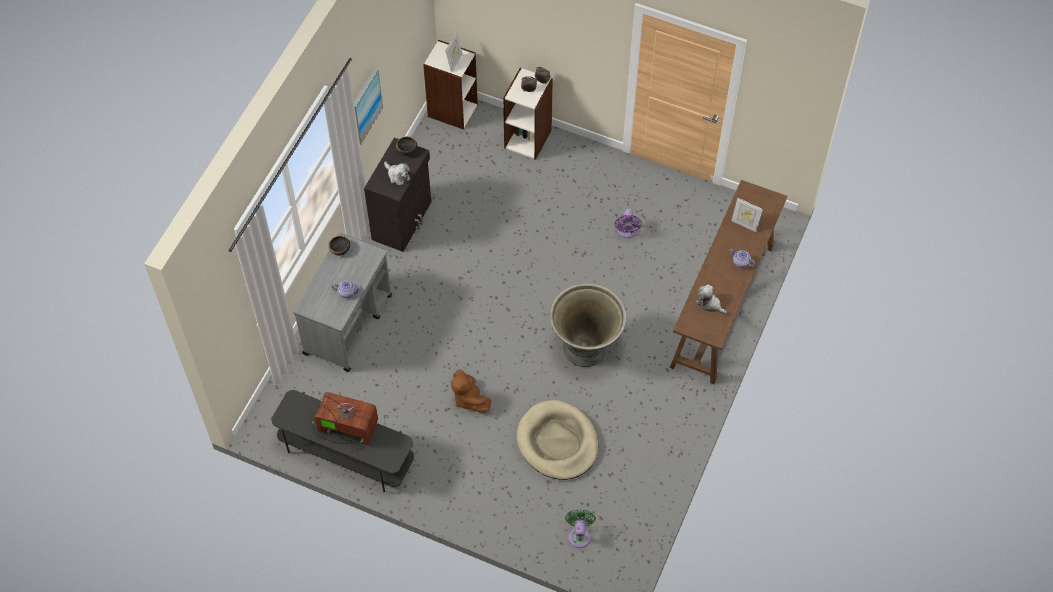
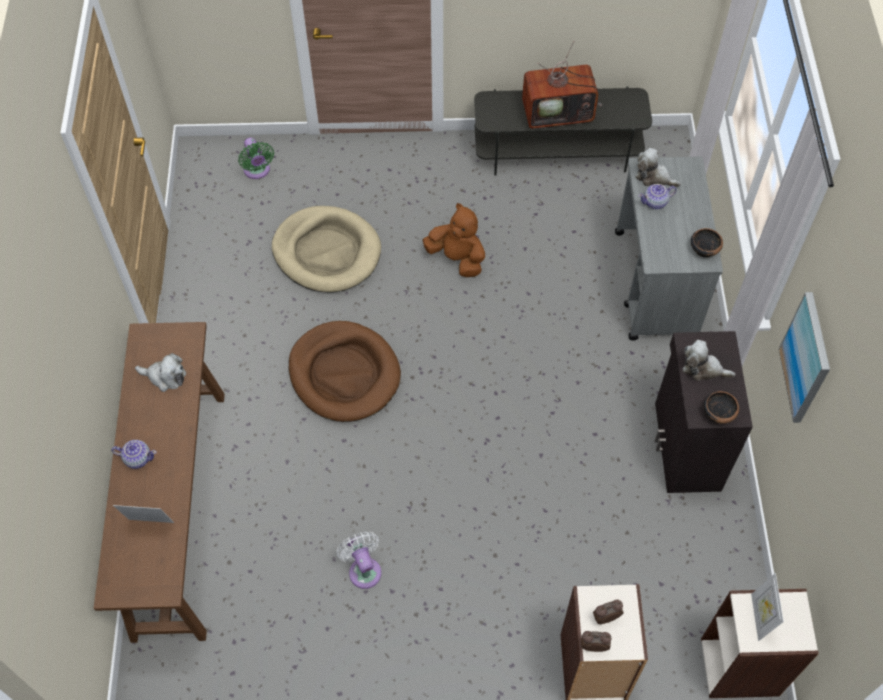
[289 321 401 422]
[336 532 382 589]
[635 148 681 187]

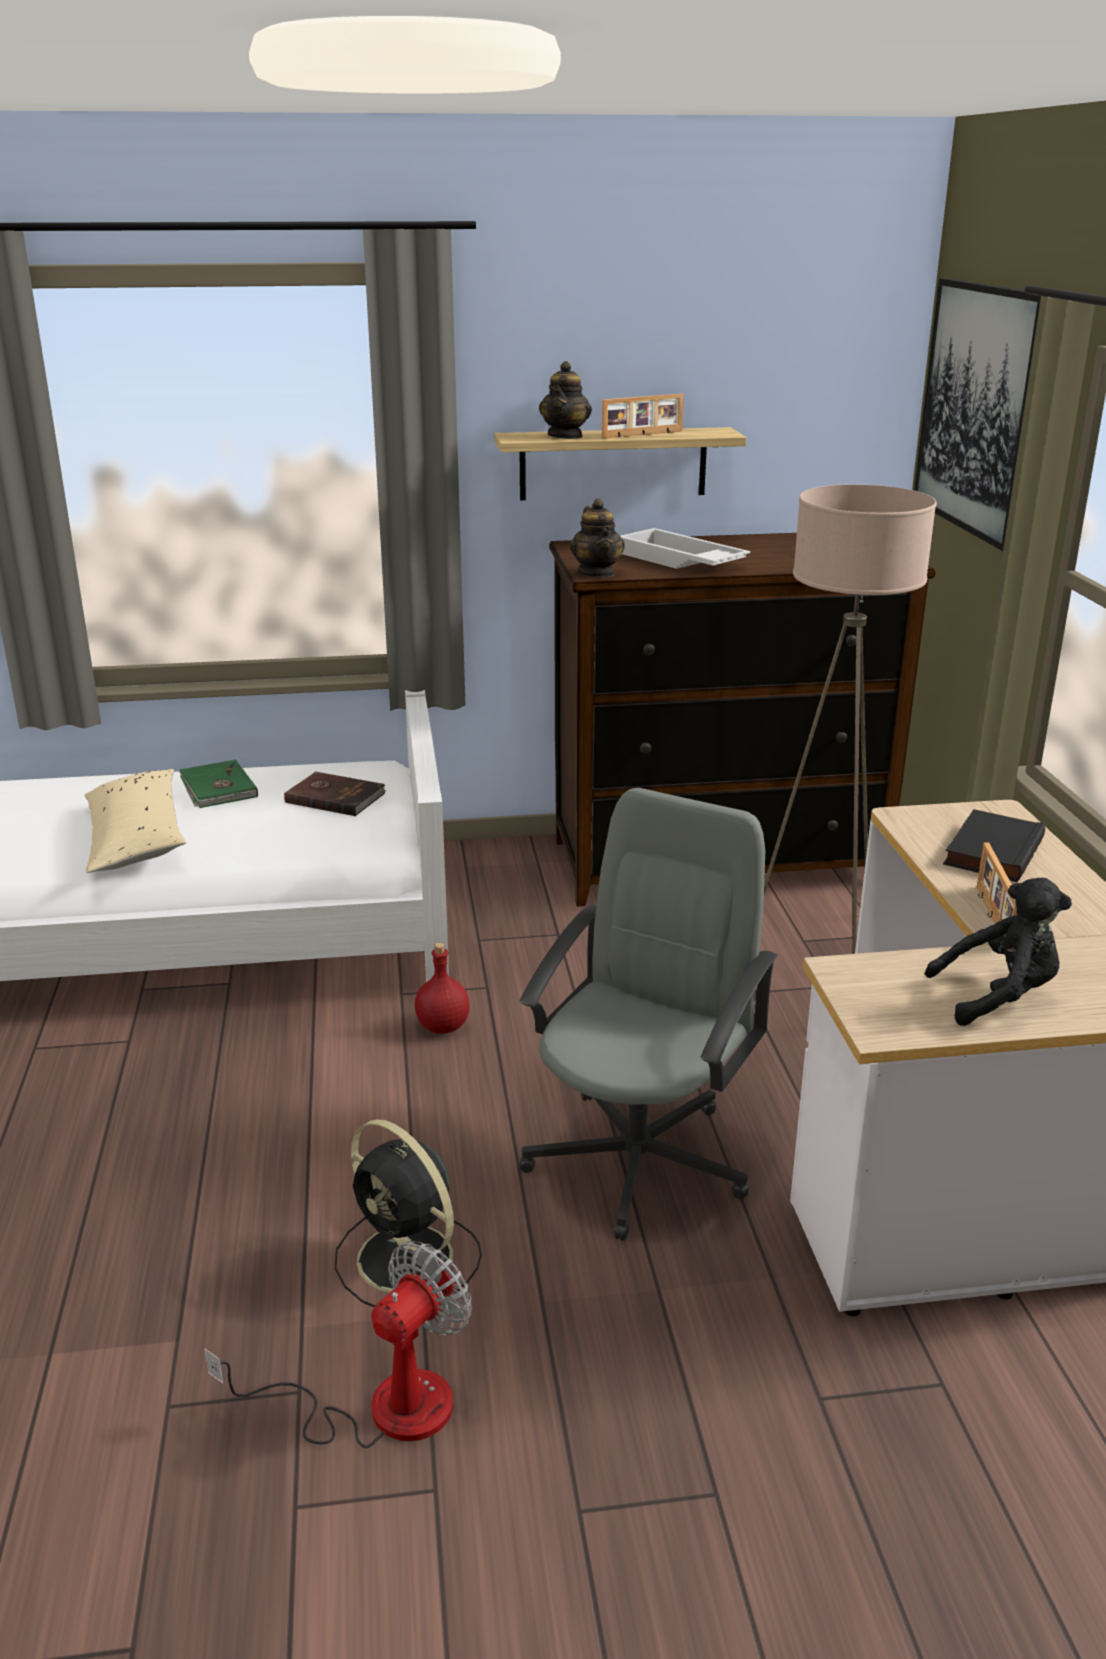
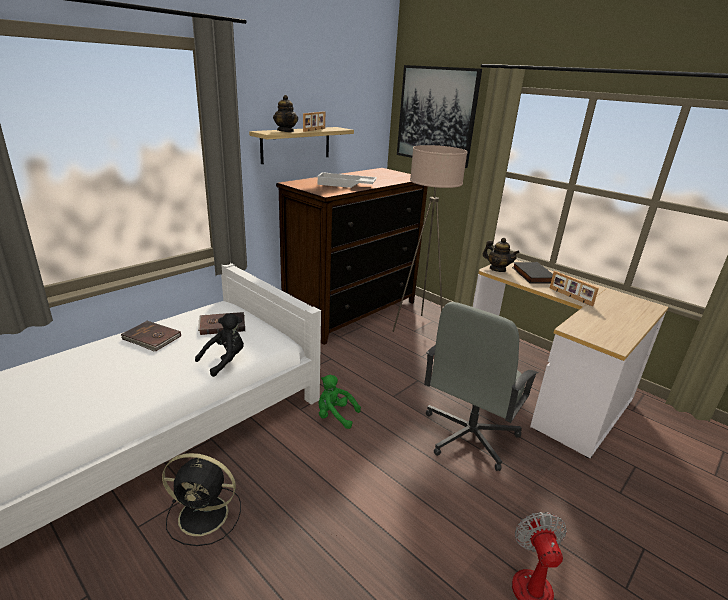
[120 321 181 351]
[162 453 241 546]
[195 313 244 377]
[319 375 361 429]
[424 302 538 471]
[483 238 520 272]
[85 769 186 873] (first image)

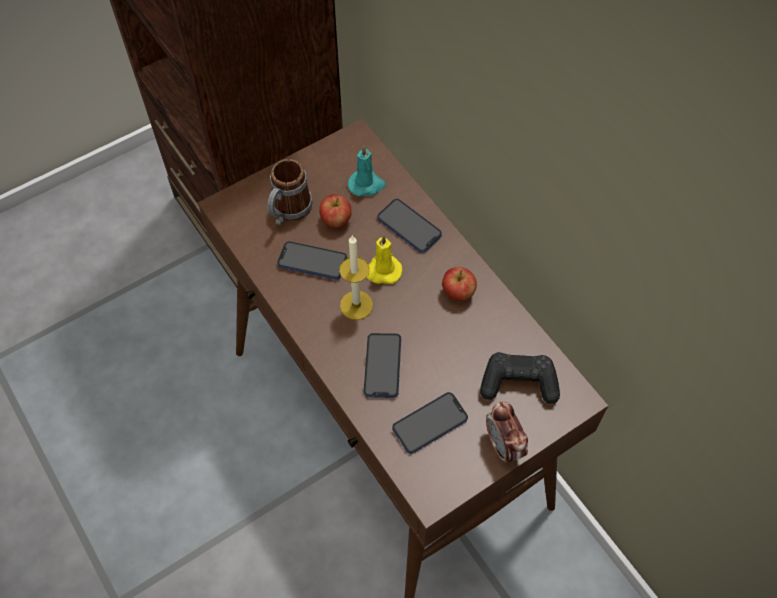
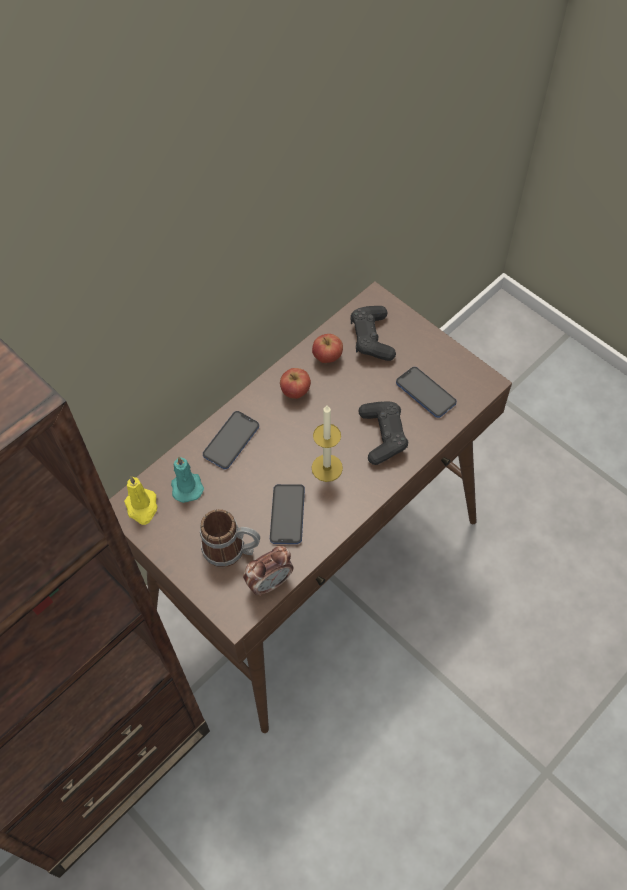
[124 476 157 525]
[243 546 293 596]
[312 334 343 363]
[359 401 408 465]

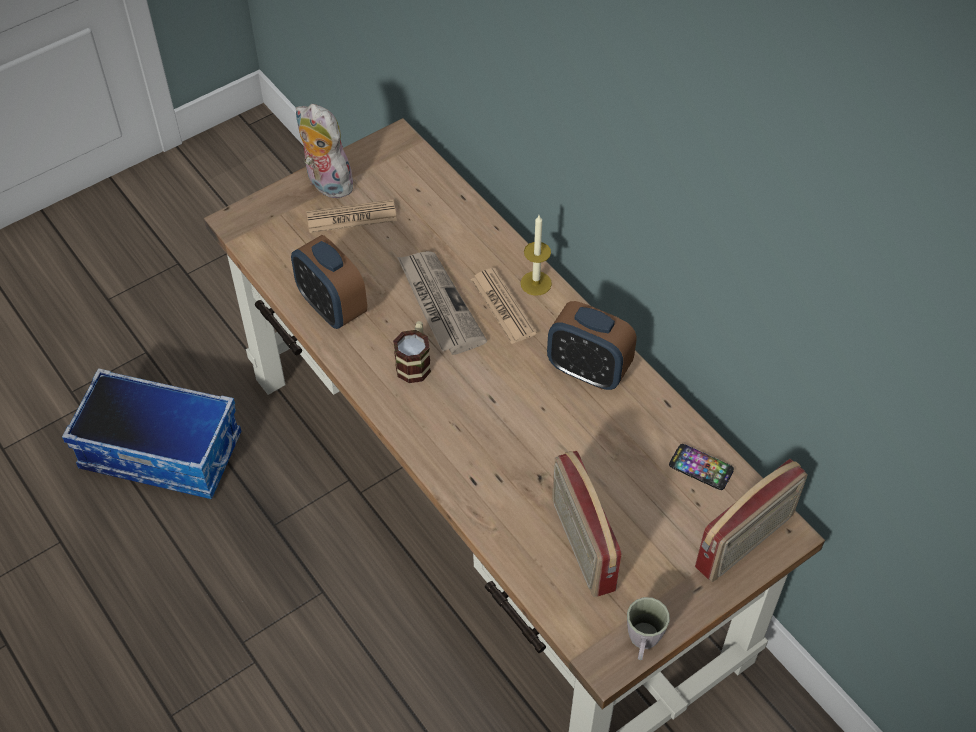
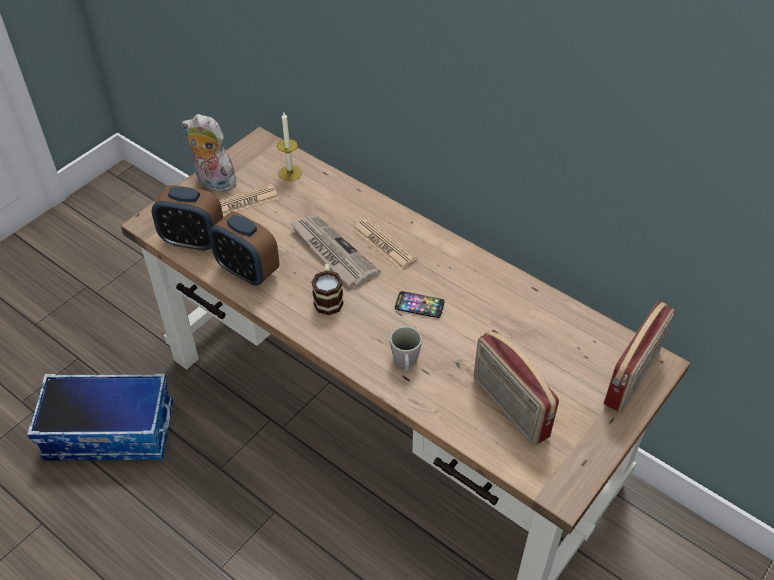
[152 185 223 251]
[277 113 302 181]
[390 326 422 373]
[395 291 444 318]

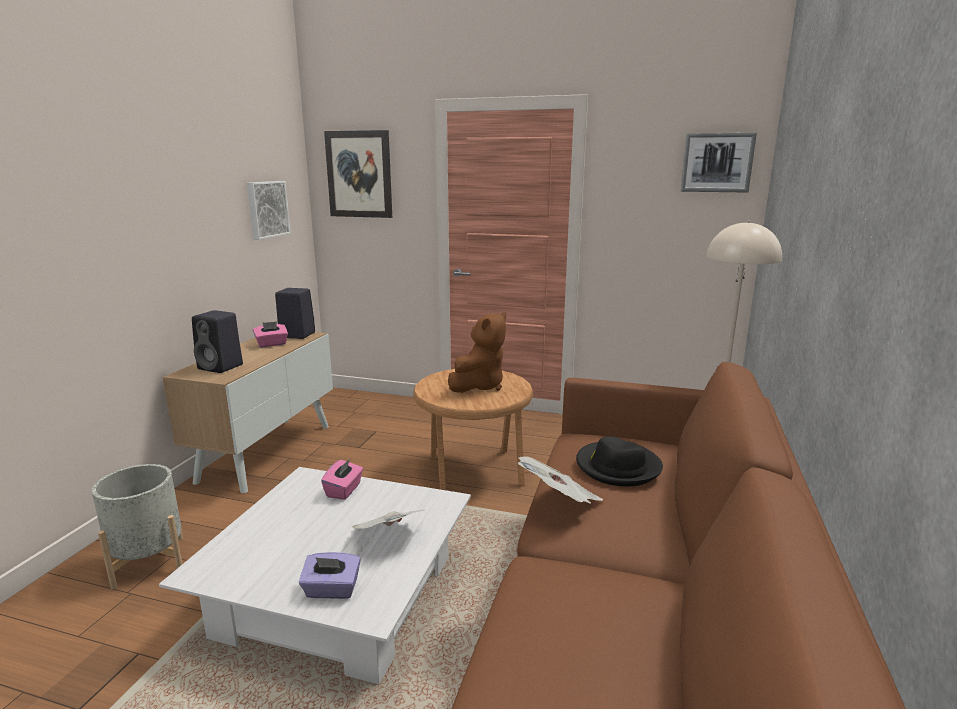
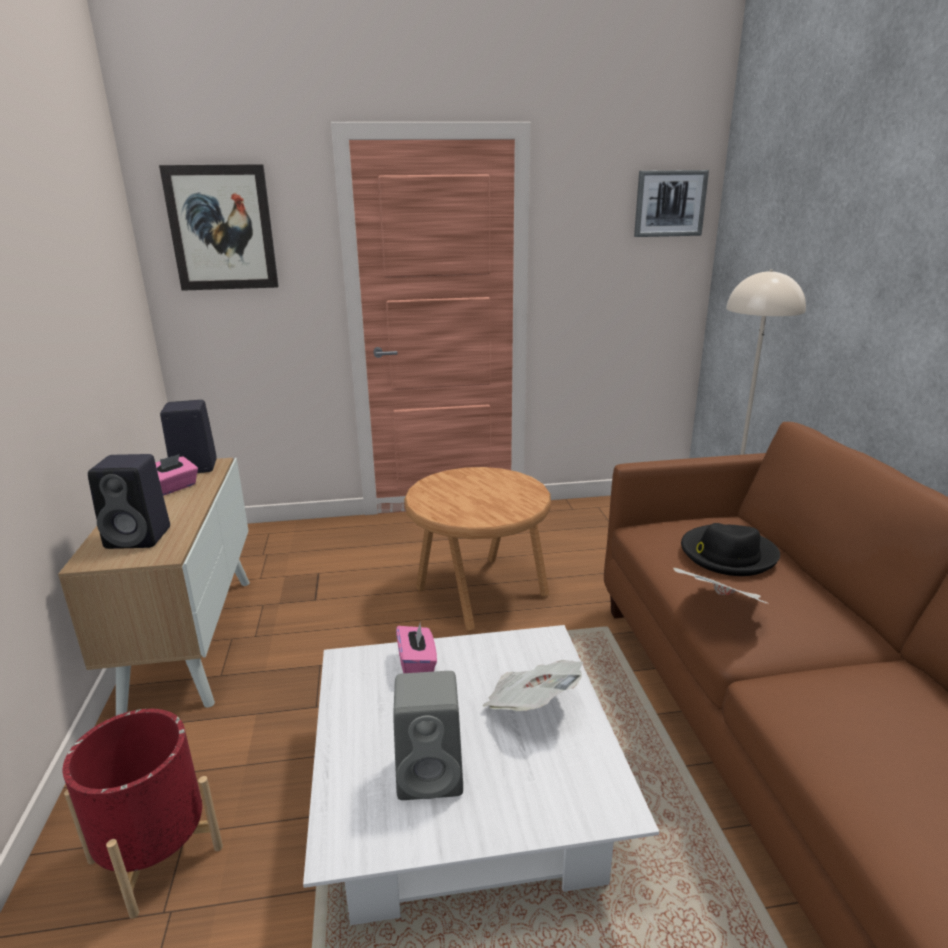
[63 709 223 919]
[393 671 463 800]
[247 181 291 240] (first image)
[299 552 361 599] (first image)
[448 312 506 393] (first image)

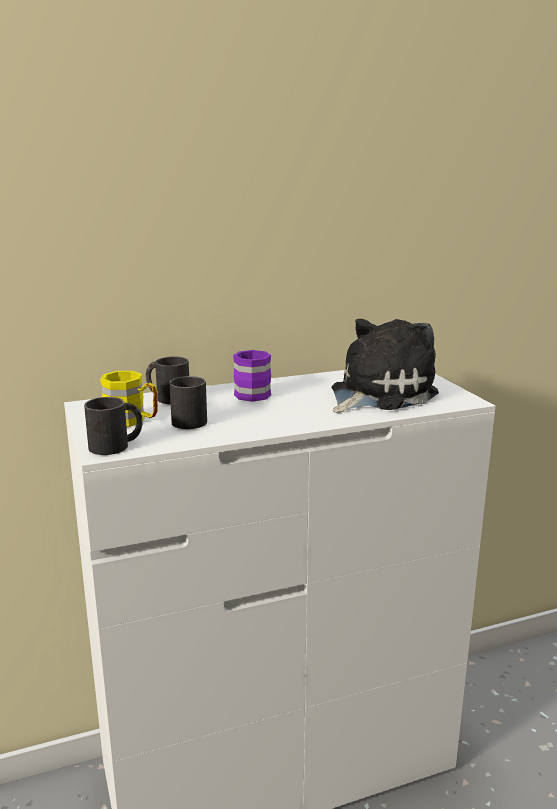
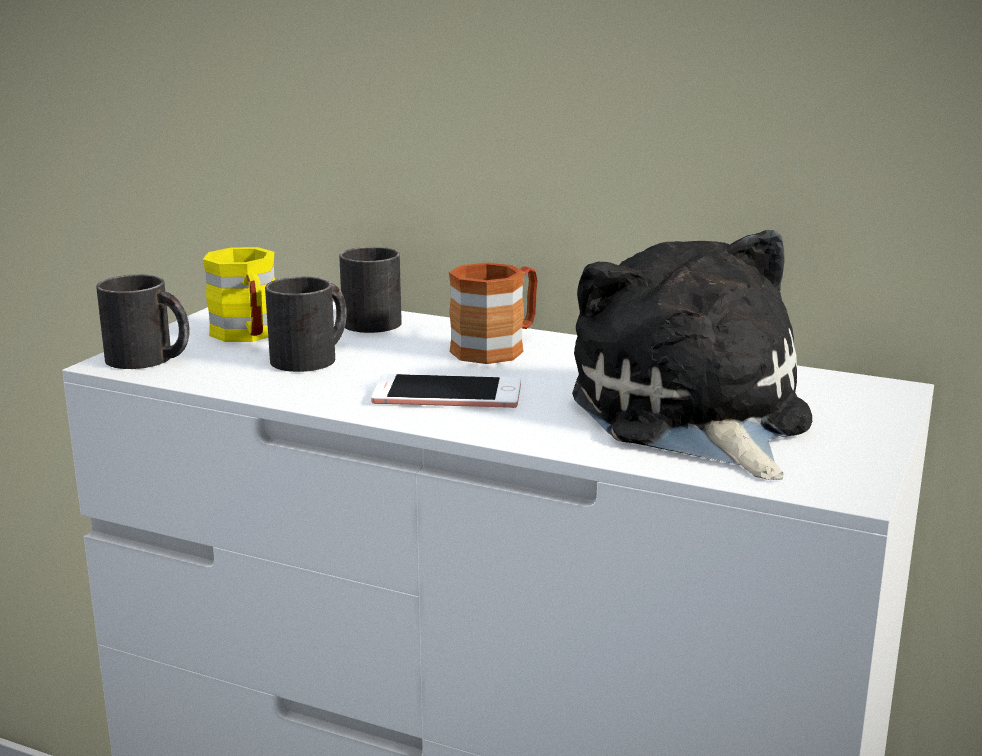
[371 374 521 408]
[449 262 538 364]
[572 230 812 480]

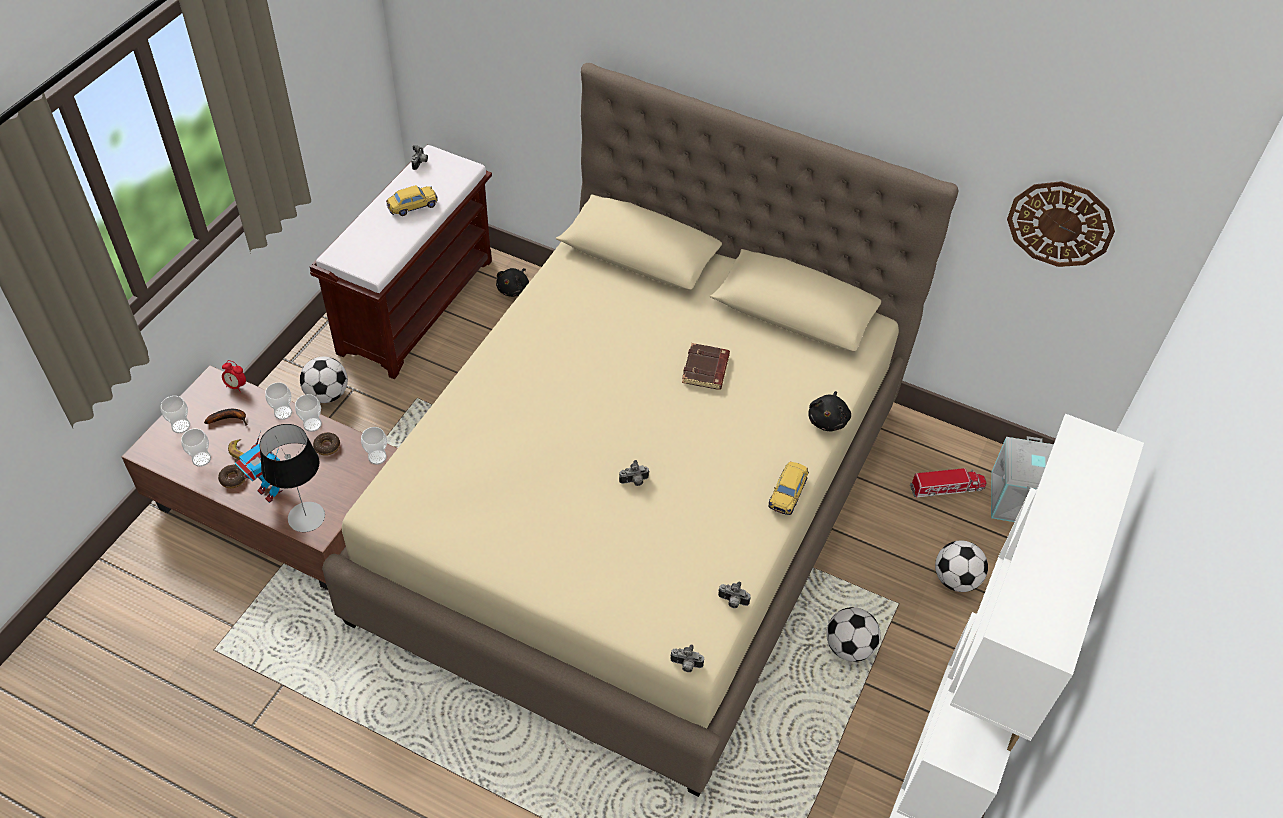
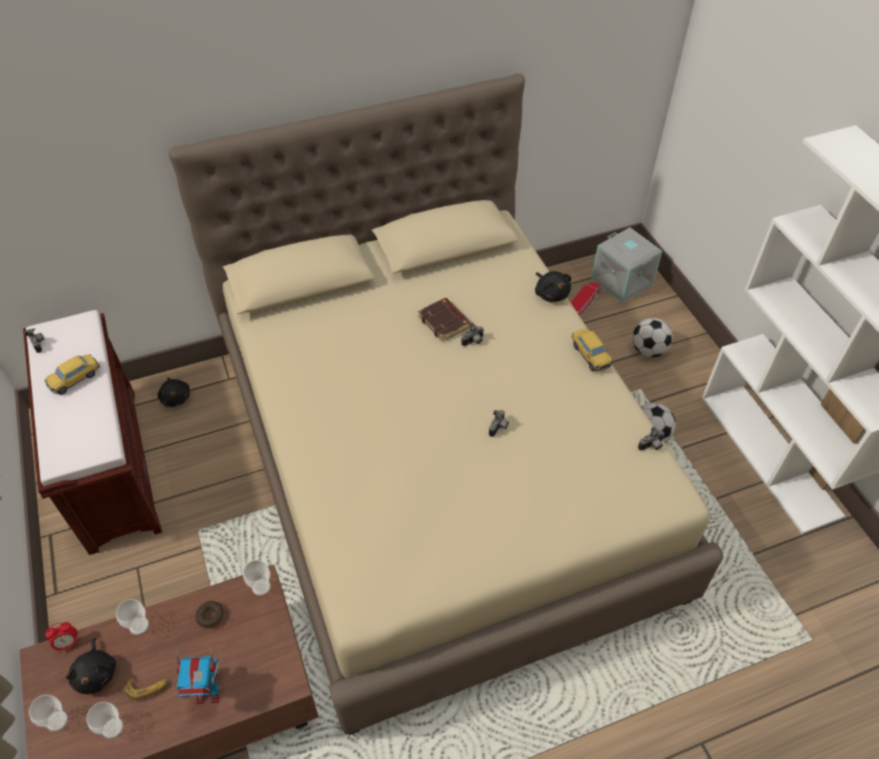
[45 354 100 395]
[66 638 116 694]
[461 323 484 346]
[218 465 245 488] (first image)
[259 424 325 532] (first image)
[295 394 322 432] (first image)
[300 357 348 403] (first image)
[1007 181 1115 267] (first image)

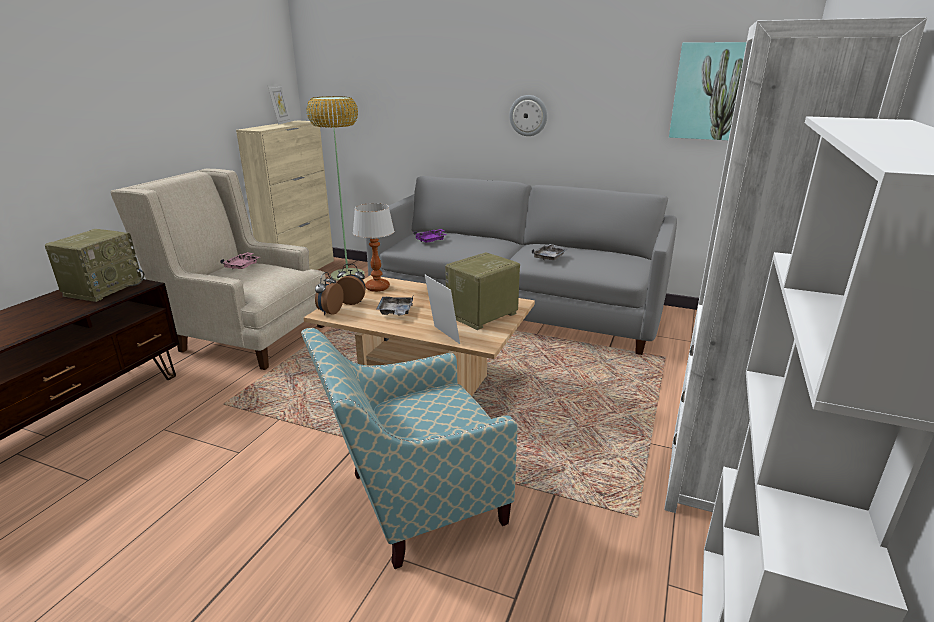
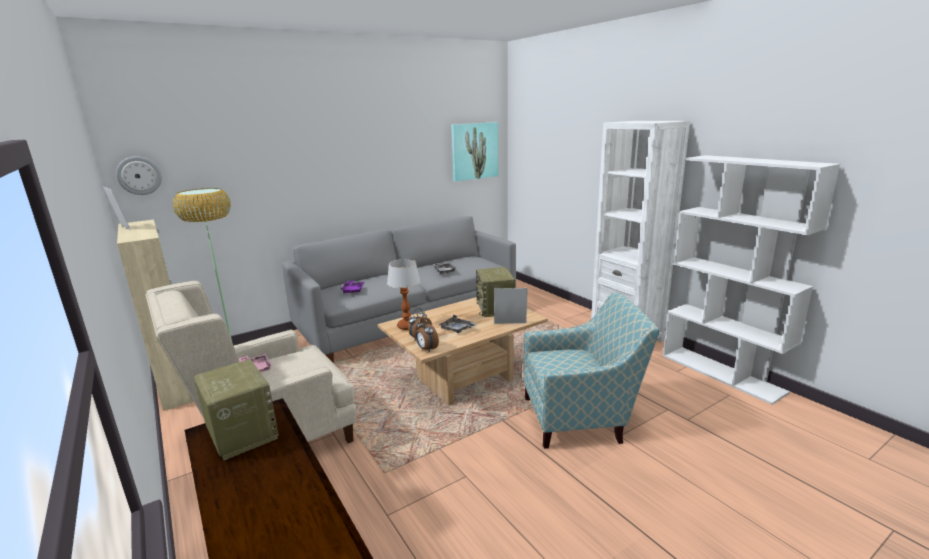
[116 156 162 195]
[523 292 660 449]

